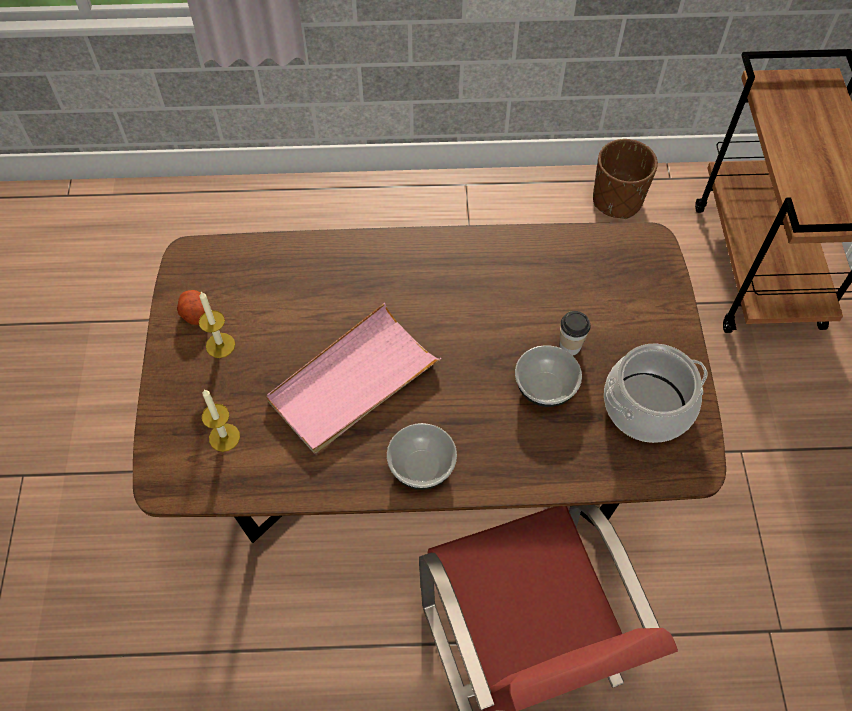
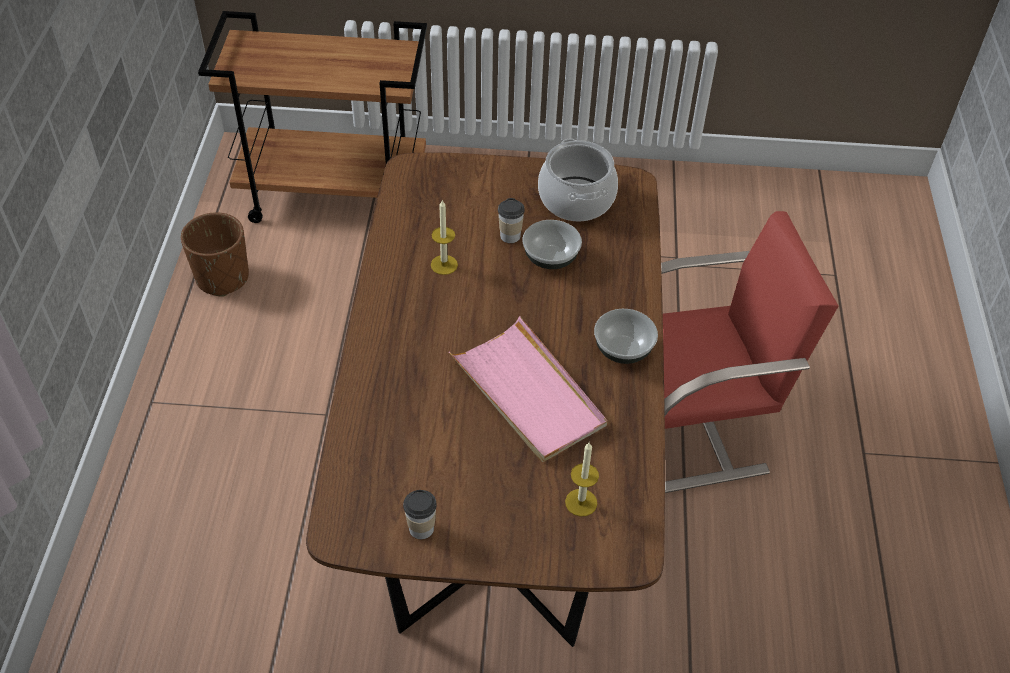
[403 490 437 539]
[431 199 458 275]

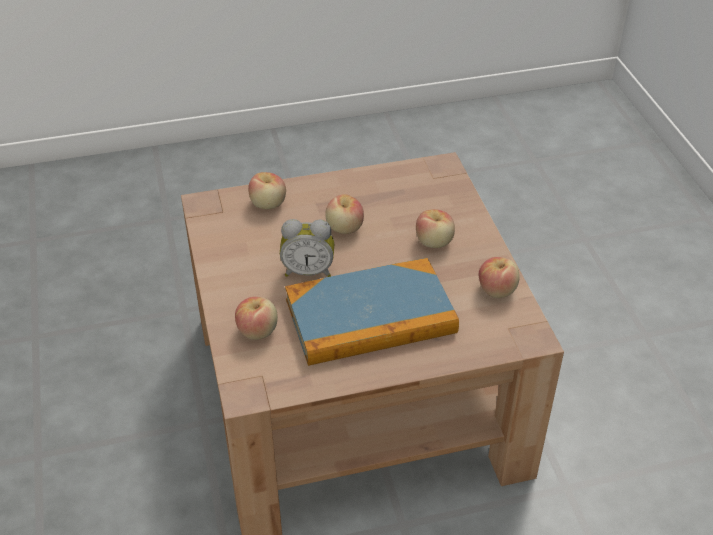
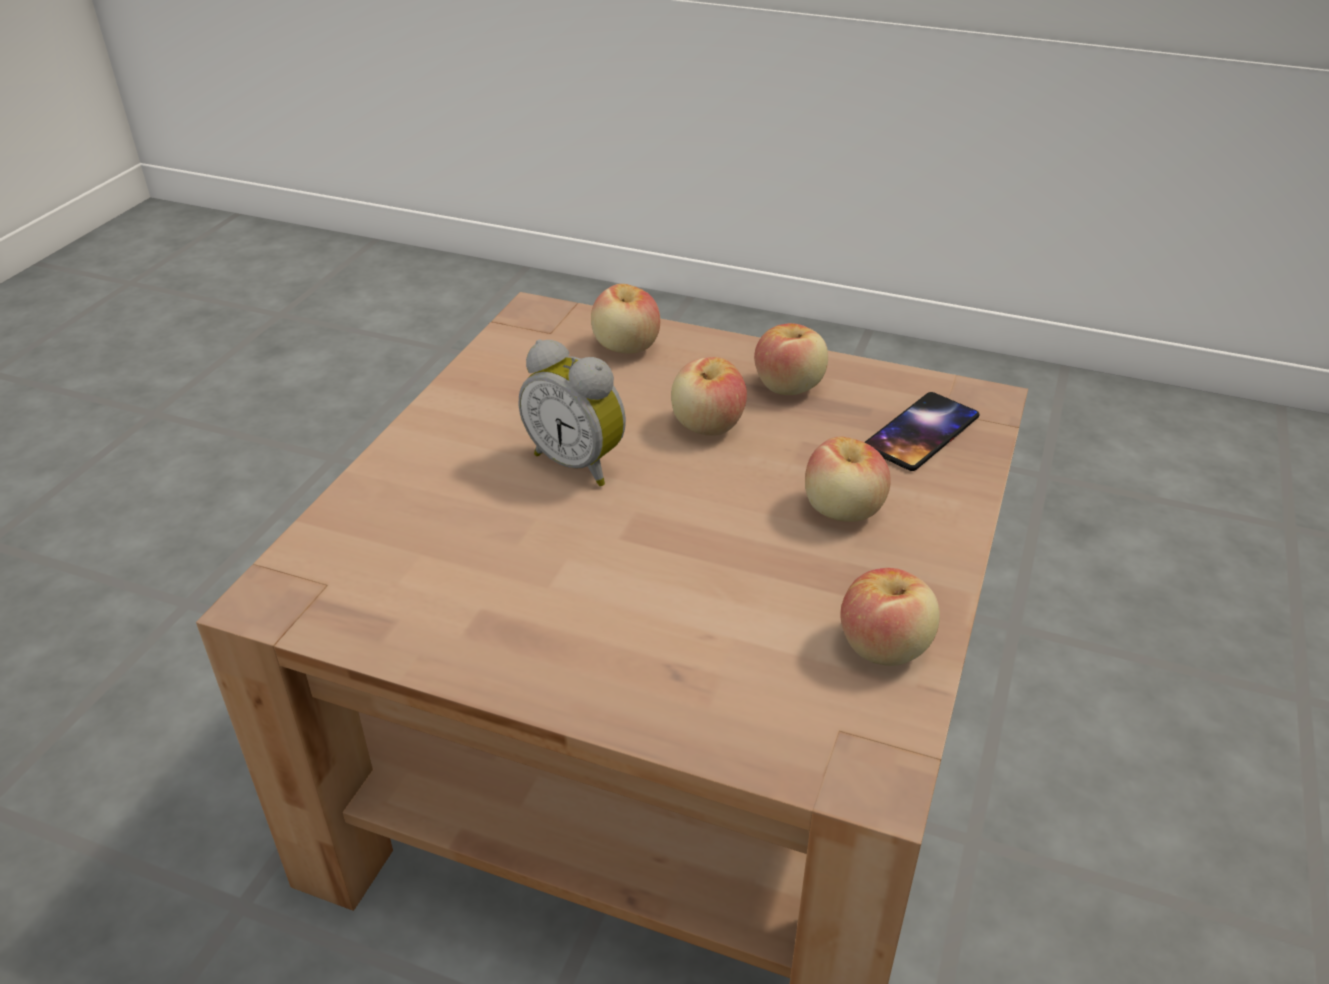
[754 323 828 395]
[864 392 979 471]
[285 258 459 366] (first image)

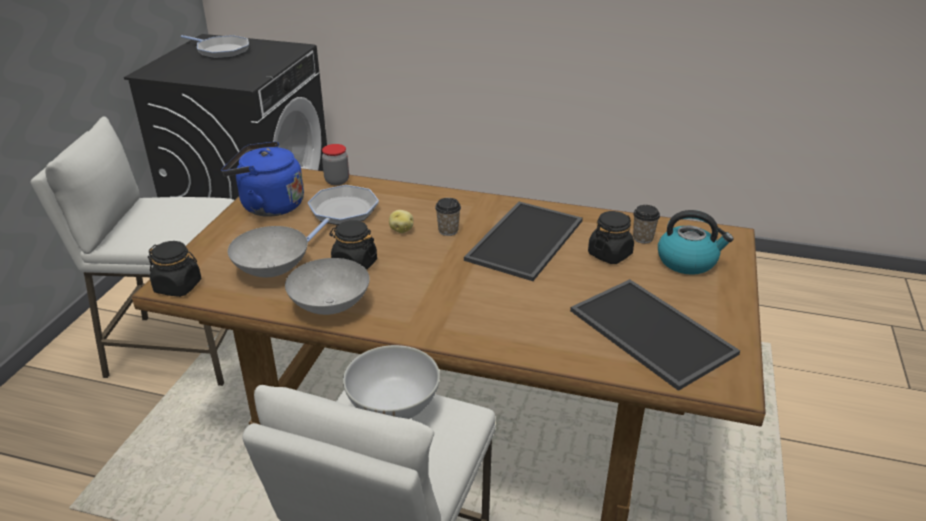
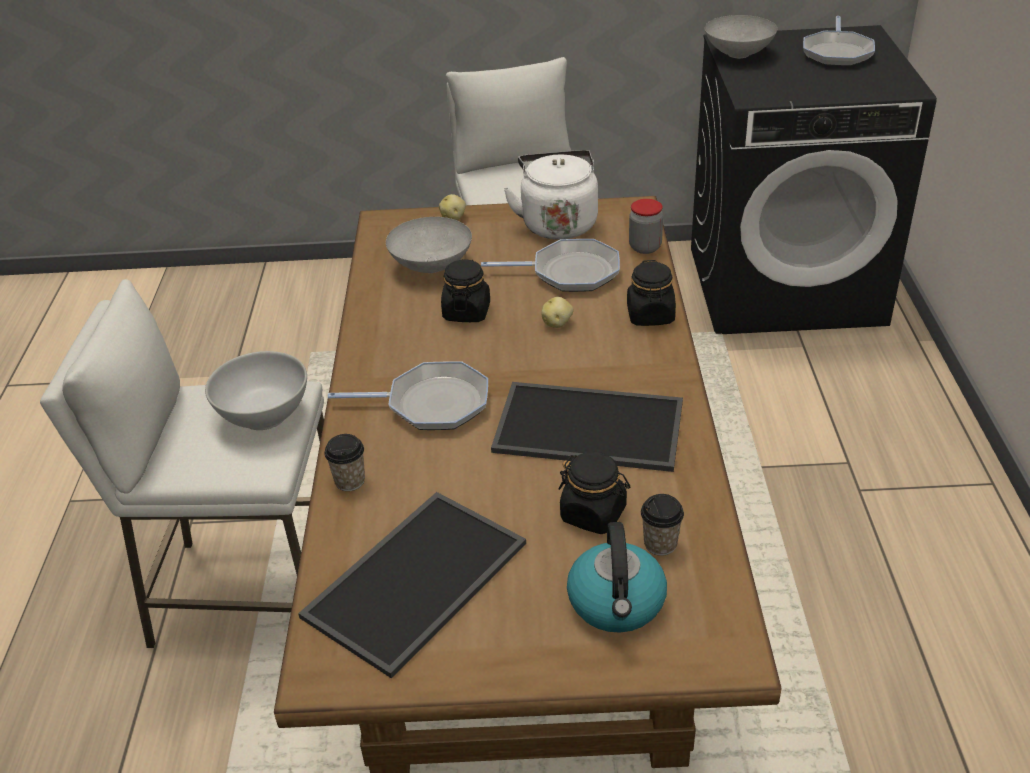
[324 434 365 491]
[328 362 488 430]
[439 194 466 220]
[503 150 598 240]
[627 260 676 326]
[705 15 777 58]

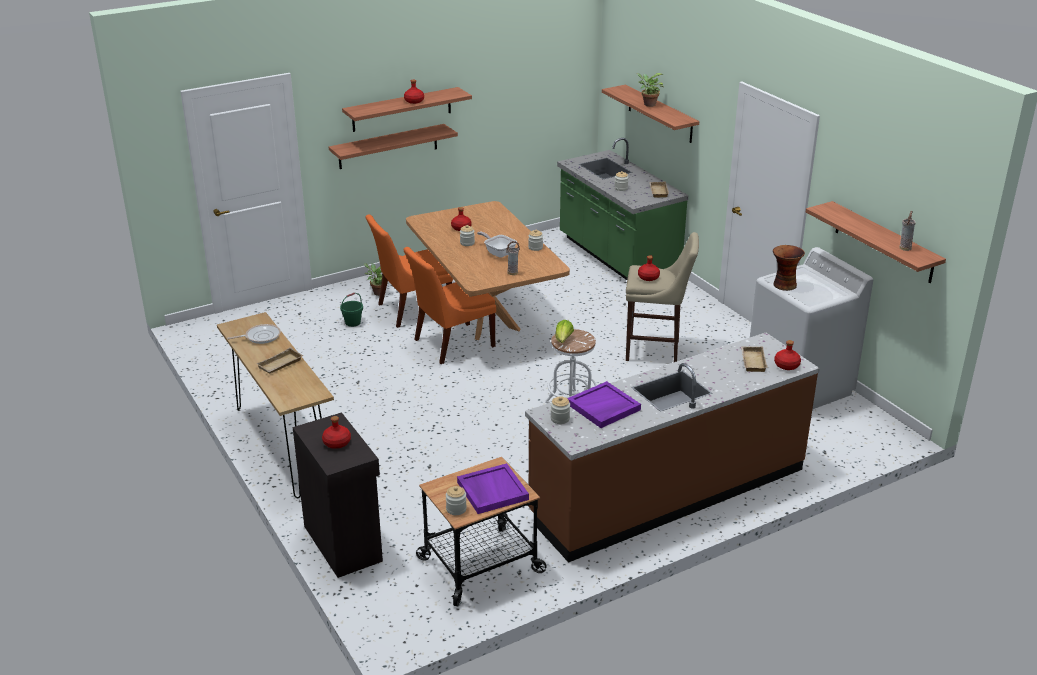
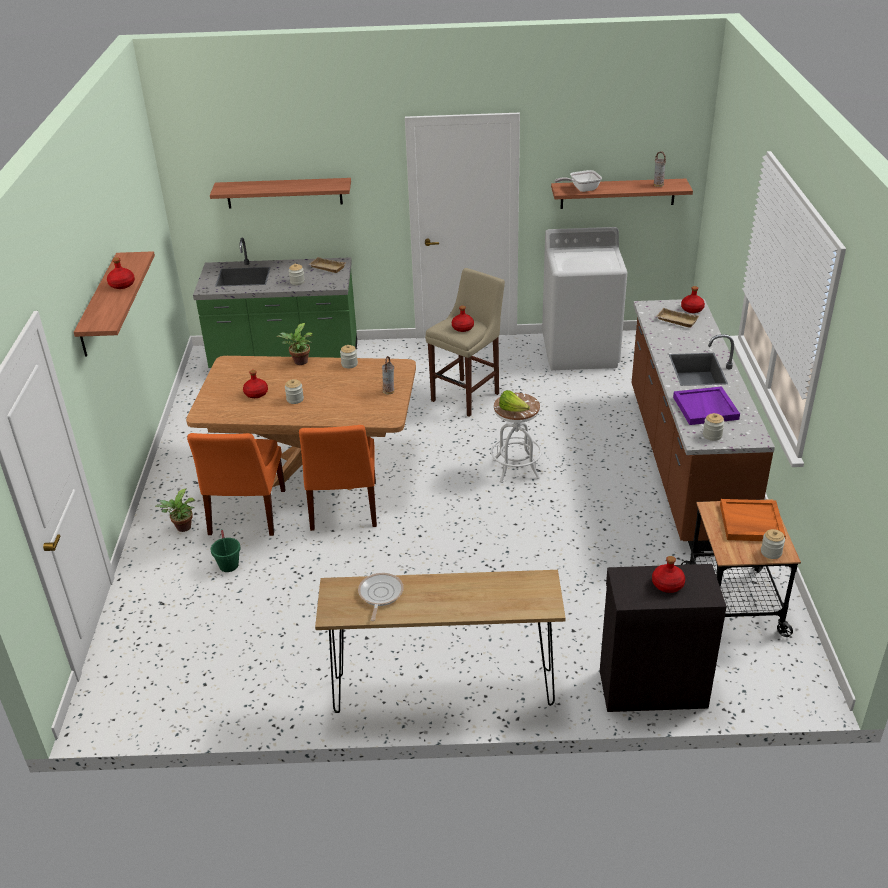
[276 323 313 365]
[555 170 602 192]
[720 499 786 541]
[256 347 303 374] (first image)
[329 124 458 169] (first image)
[773 245 805 291] (first image)

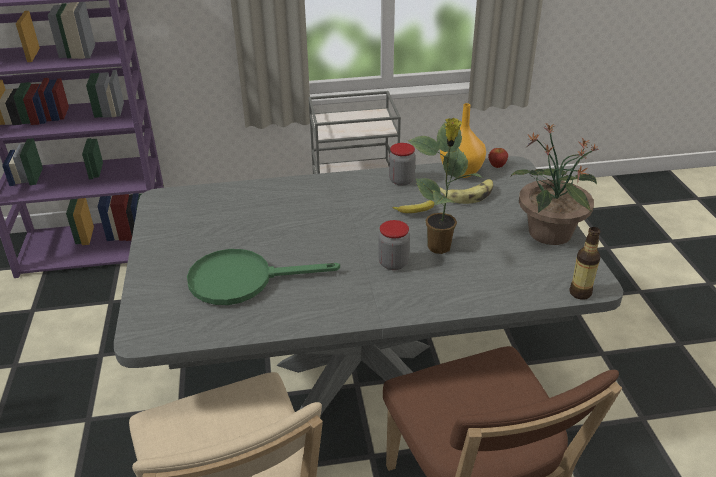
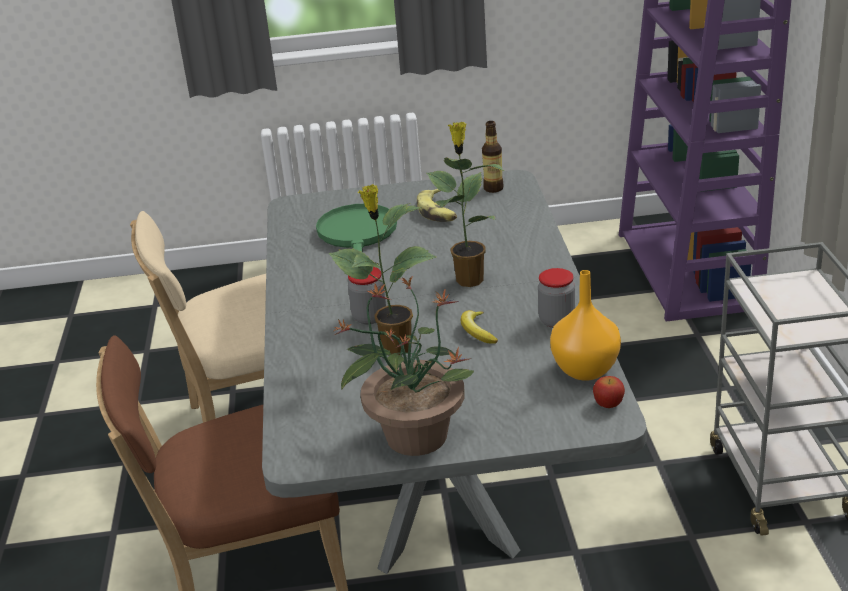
[417 189 457 222]
[427 122 504 287]
[482 121 504 193]

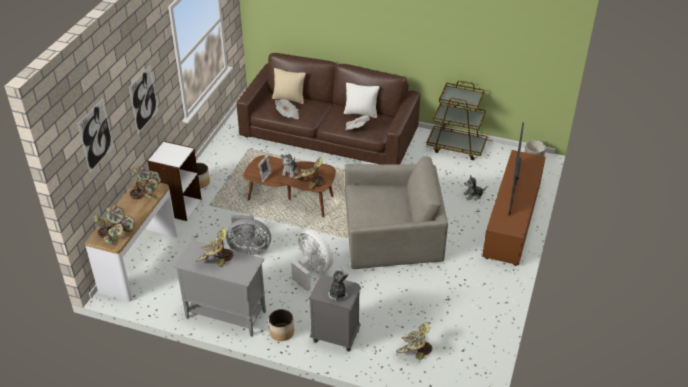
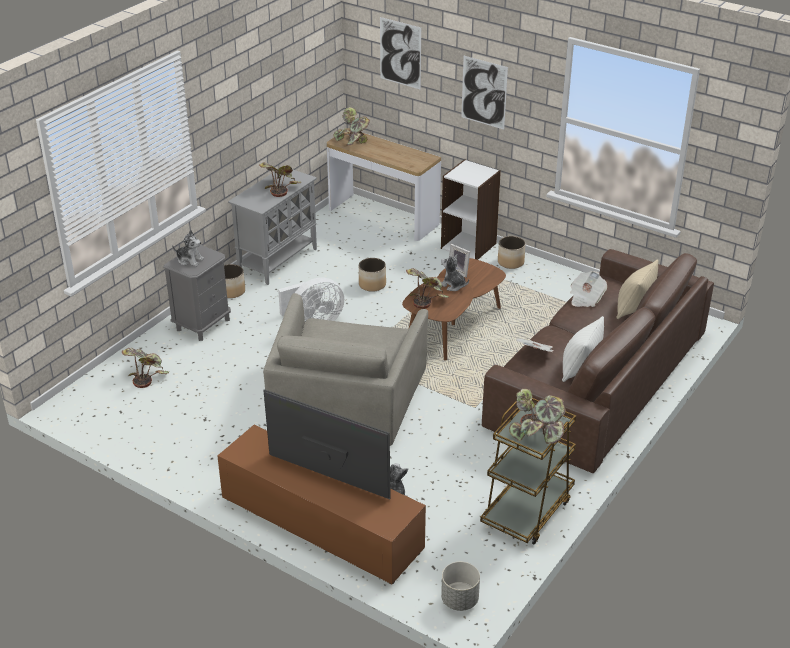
[359 258 386 292]
[509 389 566 444]

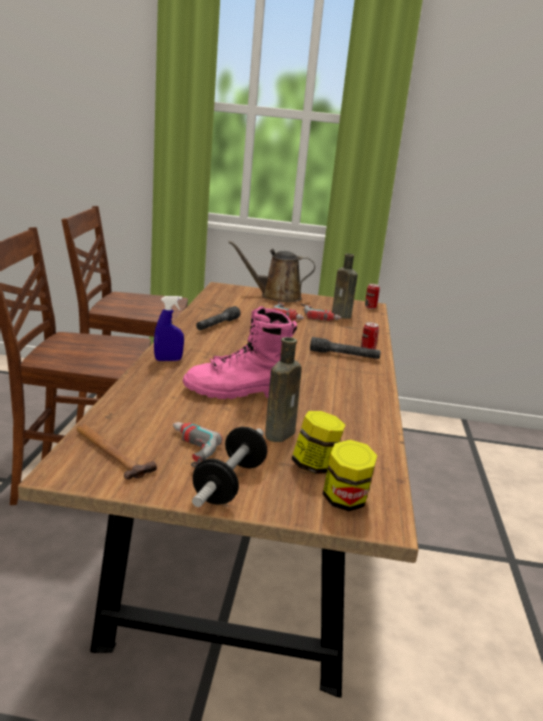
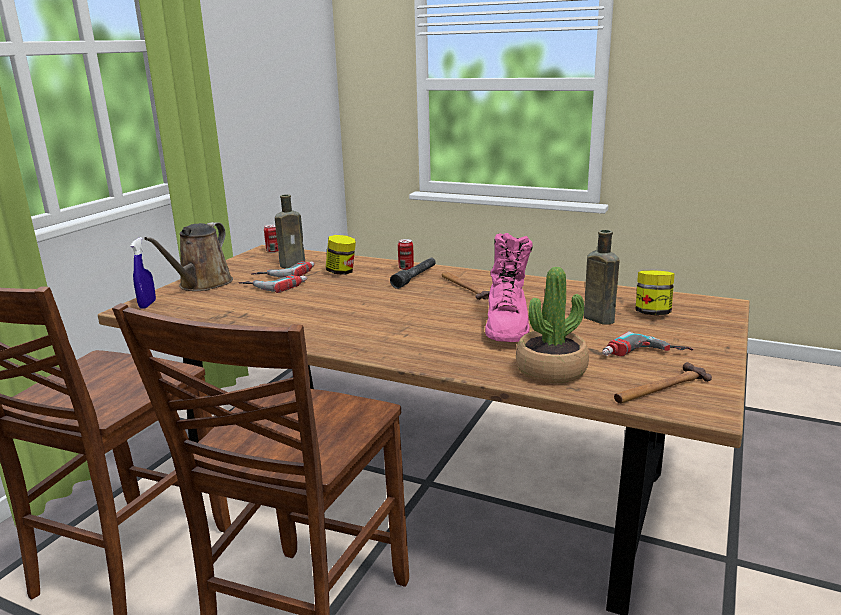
[131 237 156 309]
[326 235 356 275]
[442 272 490 300]
[516 267 589 383]
[192 427 267 507] (first image)
[196 306 241 330] (first image)

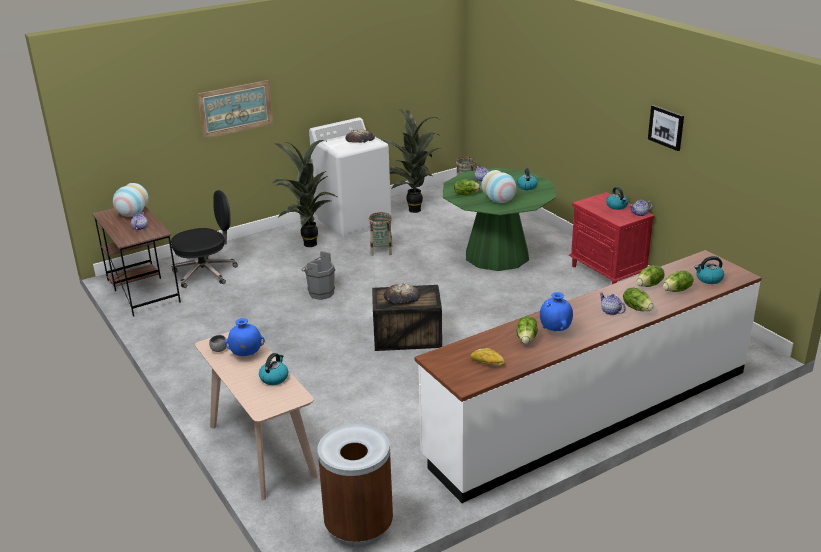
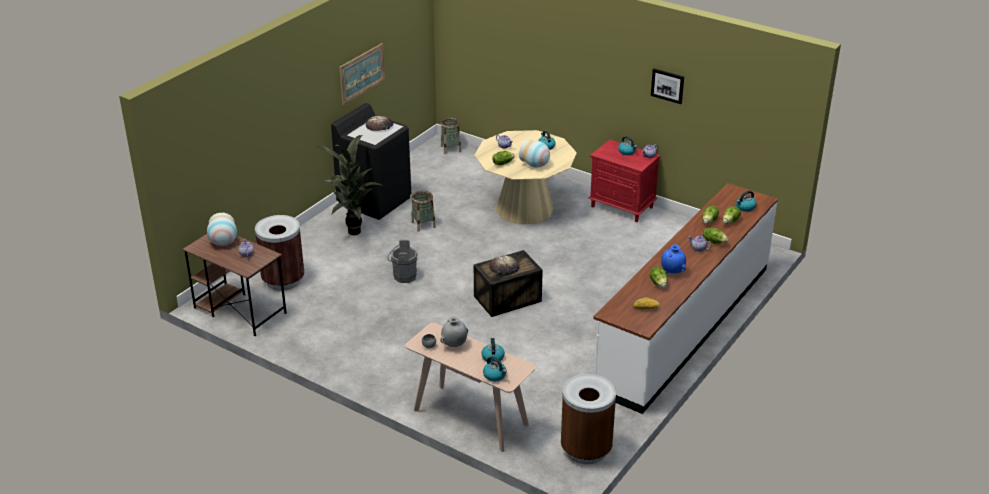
[255 215 305 291]
[331 103 411 220]
[340 43 385 105]
[440 317 468 347]
[474 130 577 224]
[483 356 507 381]
[380 109 441 213] (first image)

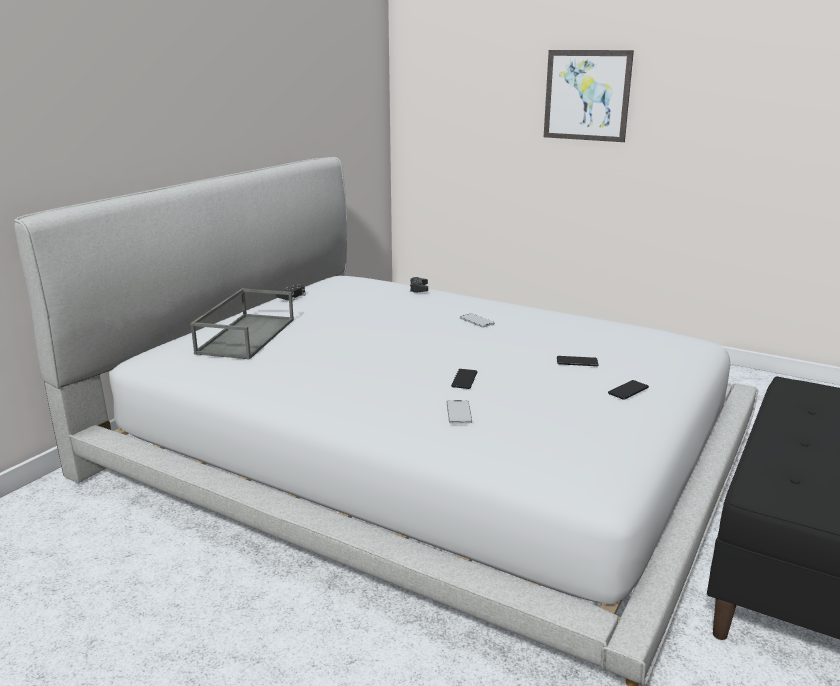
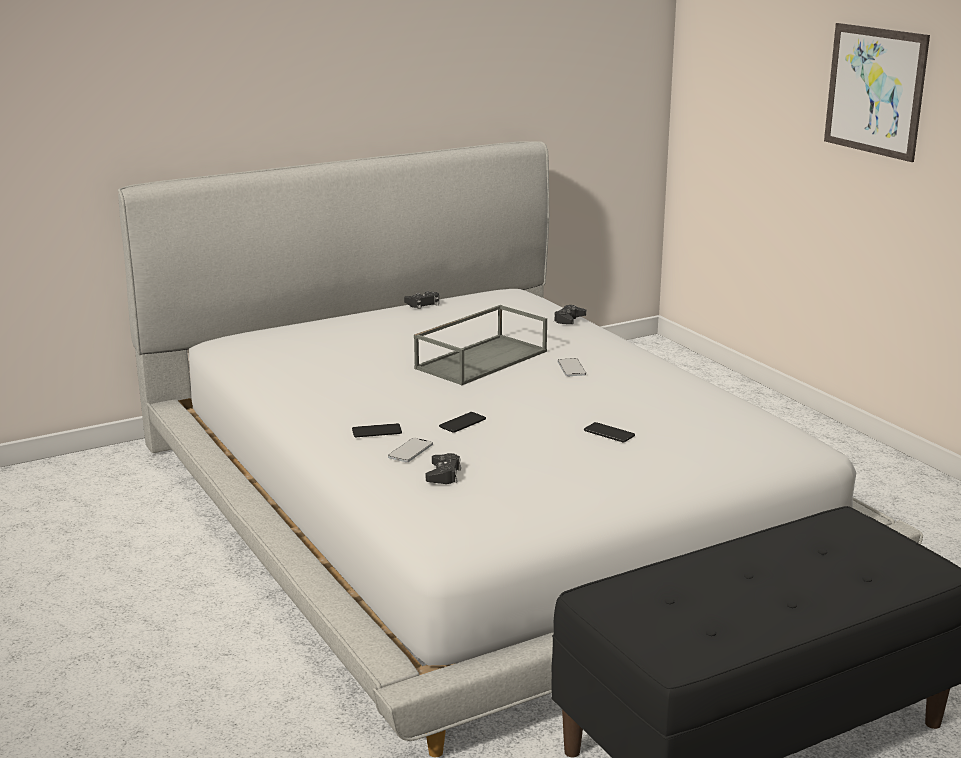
[352 423 402 437]
[414 305 547 385]
[426 453 461 484]

